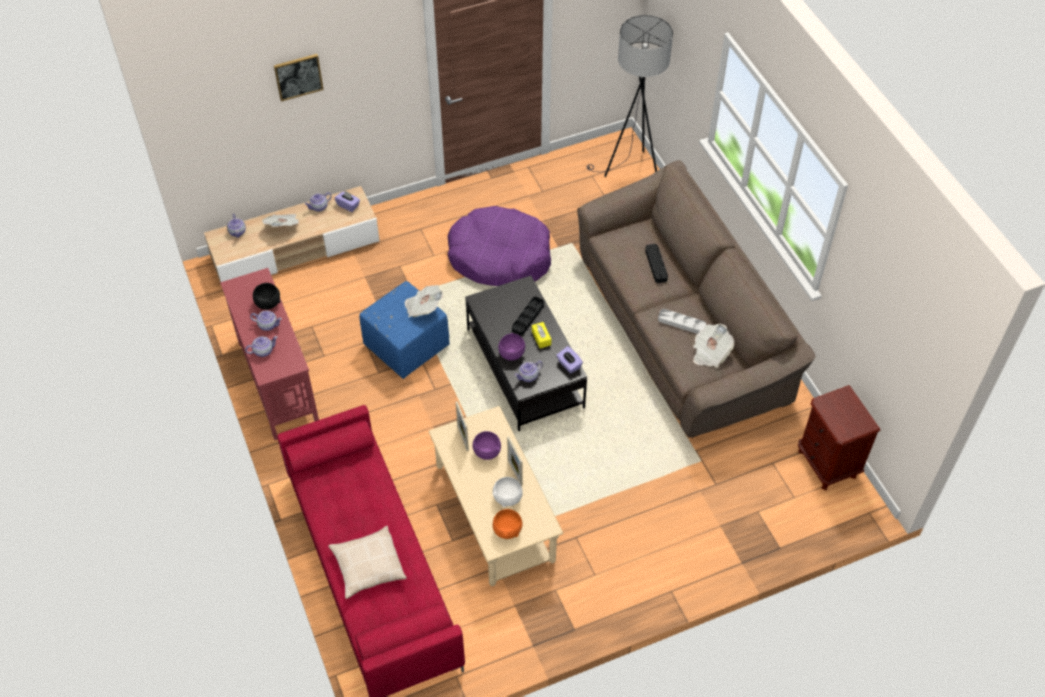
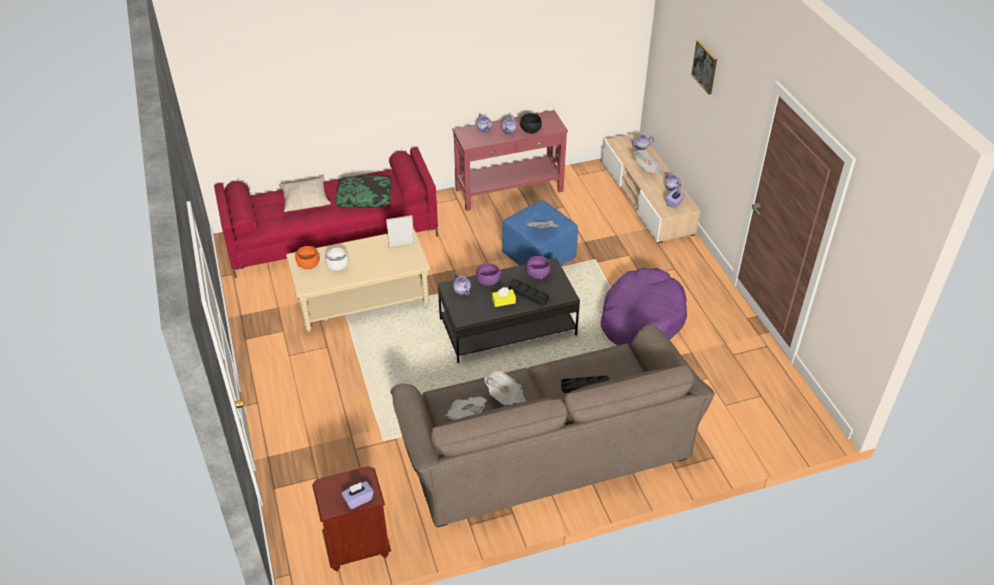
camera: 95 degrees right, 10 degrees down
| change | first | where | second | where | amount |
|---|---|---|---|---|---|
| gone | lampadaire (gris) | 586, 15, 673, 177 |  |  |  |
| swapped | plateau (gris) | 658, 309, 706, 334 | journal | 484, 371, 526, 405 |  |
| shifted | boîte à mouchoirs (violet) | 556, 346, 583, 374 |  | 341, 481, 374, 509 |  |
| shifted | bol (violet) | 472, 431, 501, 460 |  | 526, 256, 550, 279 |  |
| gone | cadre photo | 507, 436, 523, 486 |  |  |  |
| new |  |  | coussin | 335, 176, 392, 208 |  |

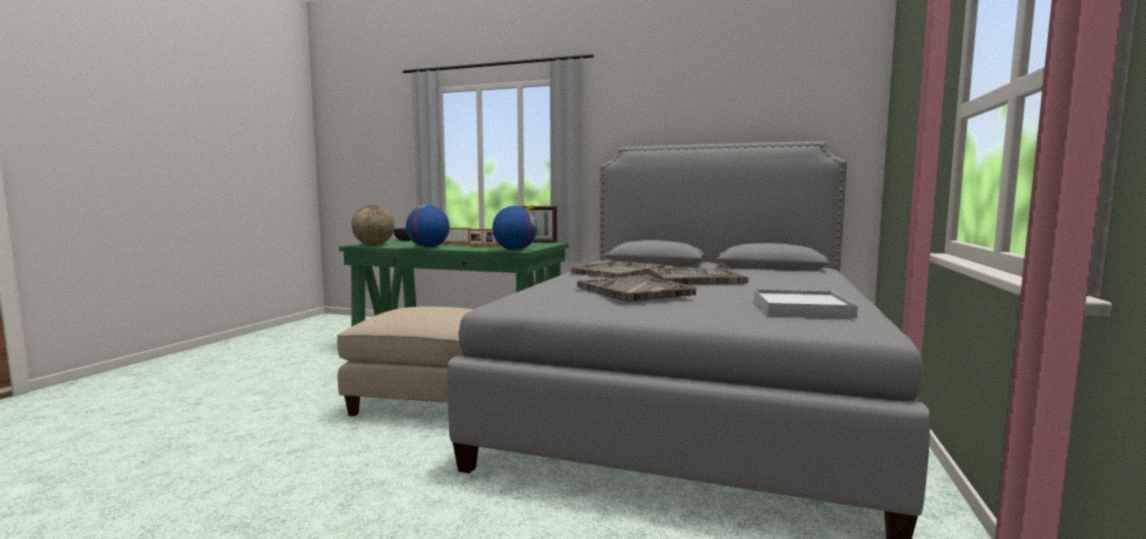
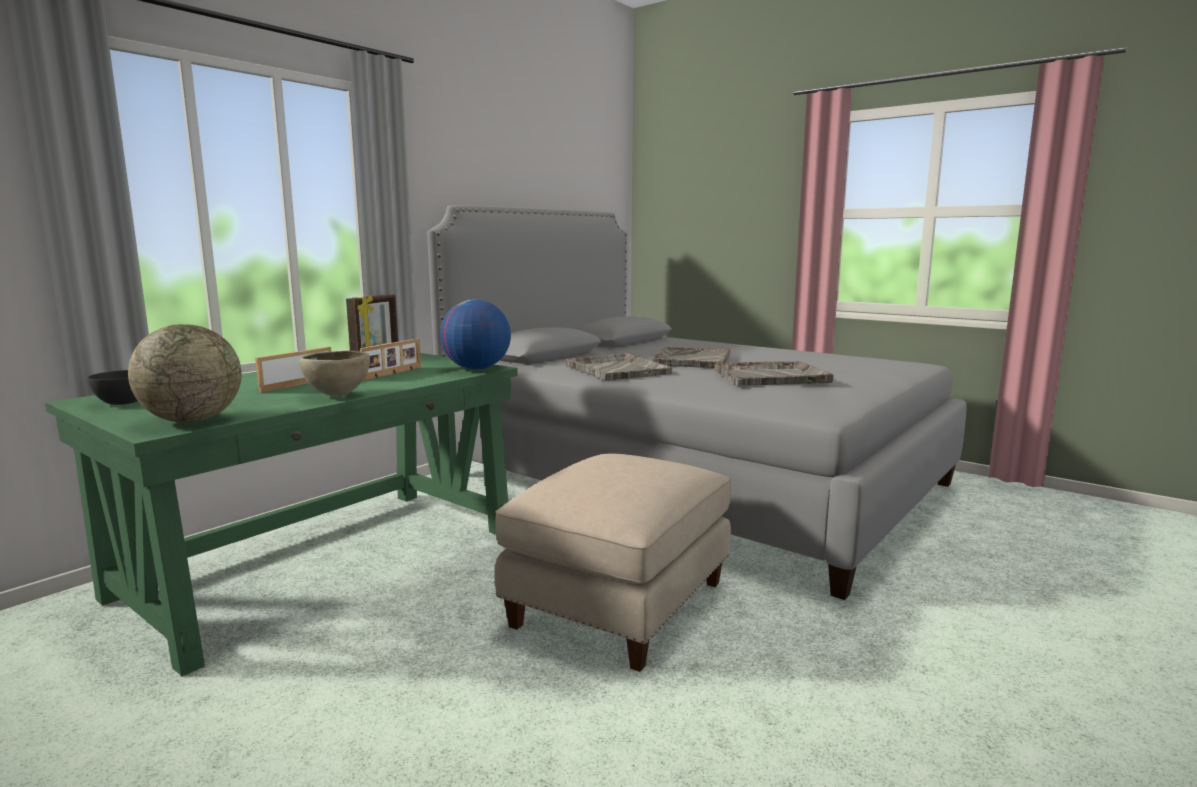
camera: 70 degrees left, 5 degrees up
| change | first | where | second | where | amount |
|---|---|---|---|---|---|
| swapped | globe | 406, 205, 450, 248 | bol (marron) | 299, 351, 370, 396 |  |
| gone | plateau (blanc) | 754, 289, 858, 318 |  |  |  |

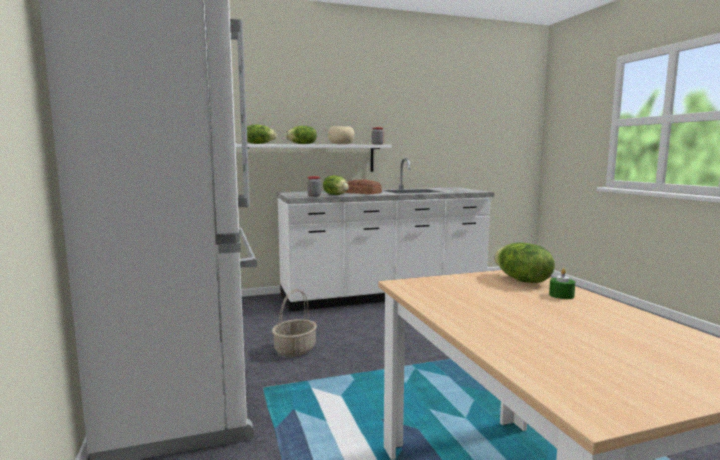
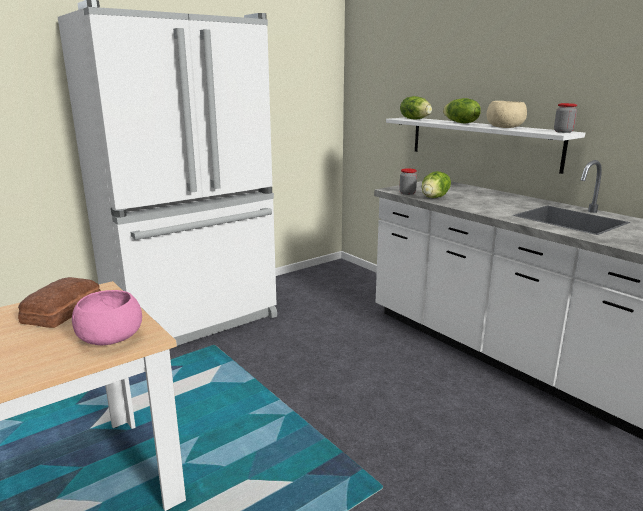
camera: 70 degrees right, 10 degrees up
| change | first | where | second | where | amount |
|---|---|---|---|---|---|
| shifted | pain | 345, 179, 382, 194 |  | 18, 277, 101, 328 |  |
| swapped | laitue | 494, 242, 555, 283 | bol (rose) | 72, 290, 142, 345 |  |
| gone | bougie (vert) | 549, 268, 575, 299 |  |  |  |
| gone | panier | 272, 289, 317, 357 |  |  |  |

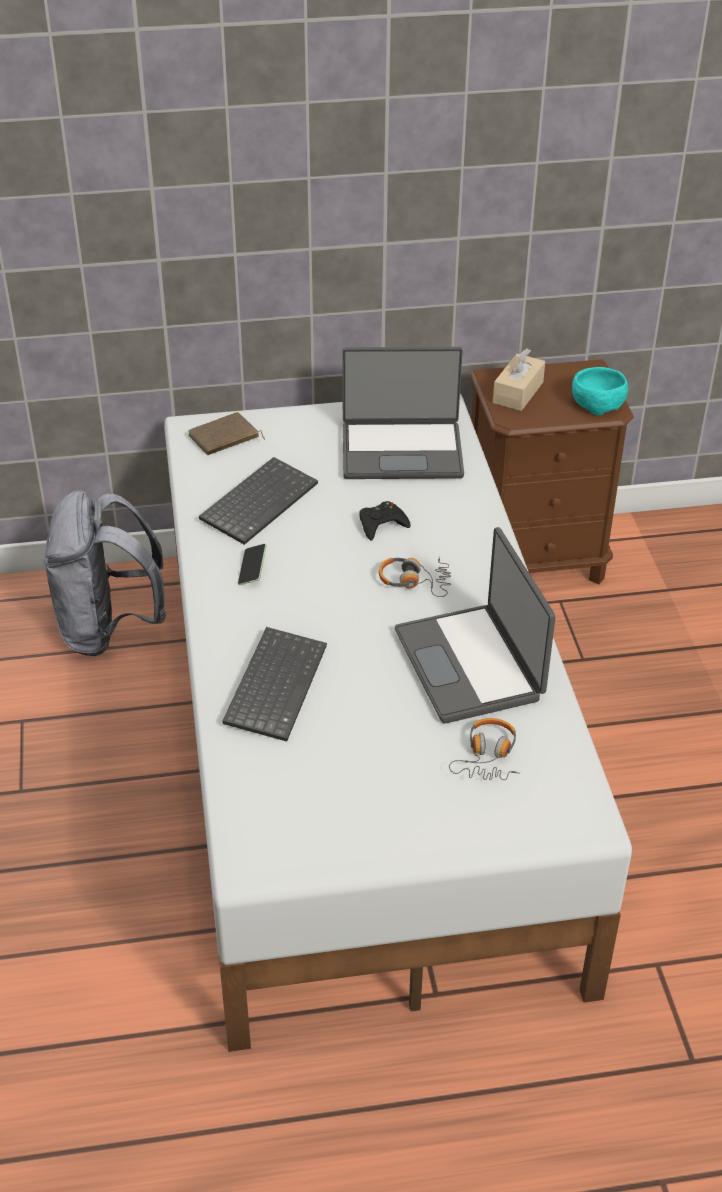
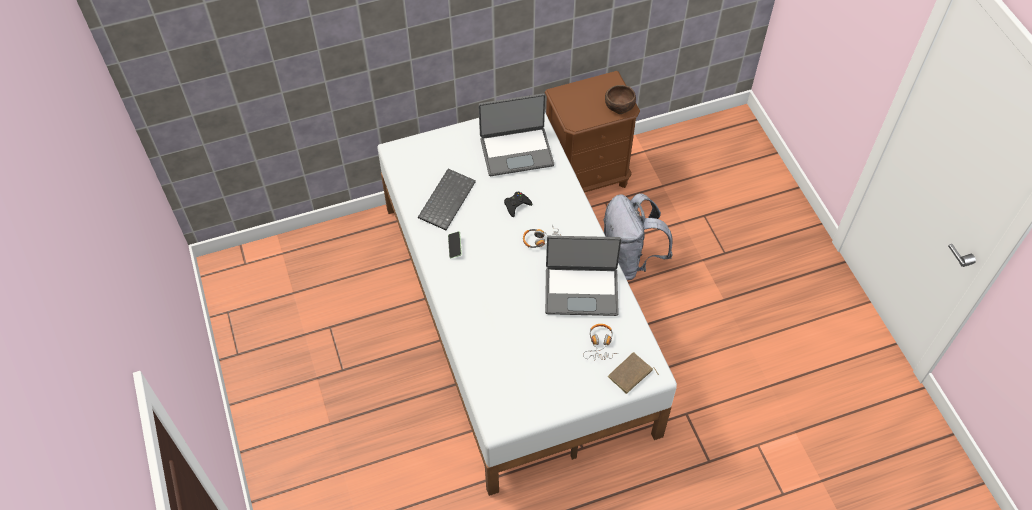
camera: 10 degrees left, 15 degrees up
| change | first | where | second | where | amount |
|---|---|---|---|---|---|
| gone | boîte à mouchoirs (beige) | 493, 348, 545, 411 |  |  |  |
| repainted | bol (turquoise) | 572, 367, 628, 415 | bol (marron) | 605, 85, 636, 114 |  |
| shifted | livre (marron) | 188, 412, 265, 455 |  | 608, 352, 659, 394 |  |
| shifted | sac à dos (gris) | 43, 490, 166, 656 |  | 604, 193, 673, 280 |  |
| rotated | ordinateur portable | 395, 527, 556, 724 |  | 545, 236, 621, 316 | 60 degrees counterclockwise |
| gone | clavier | 222, 627, 327, 742 |  |  |  |

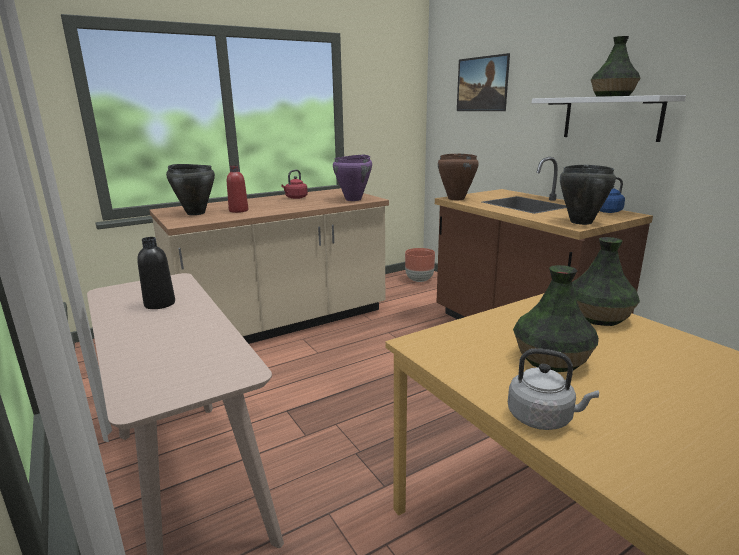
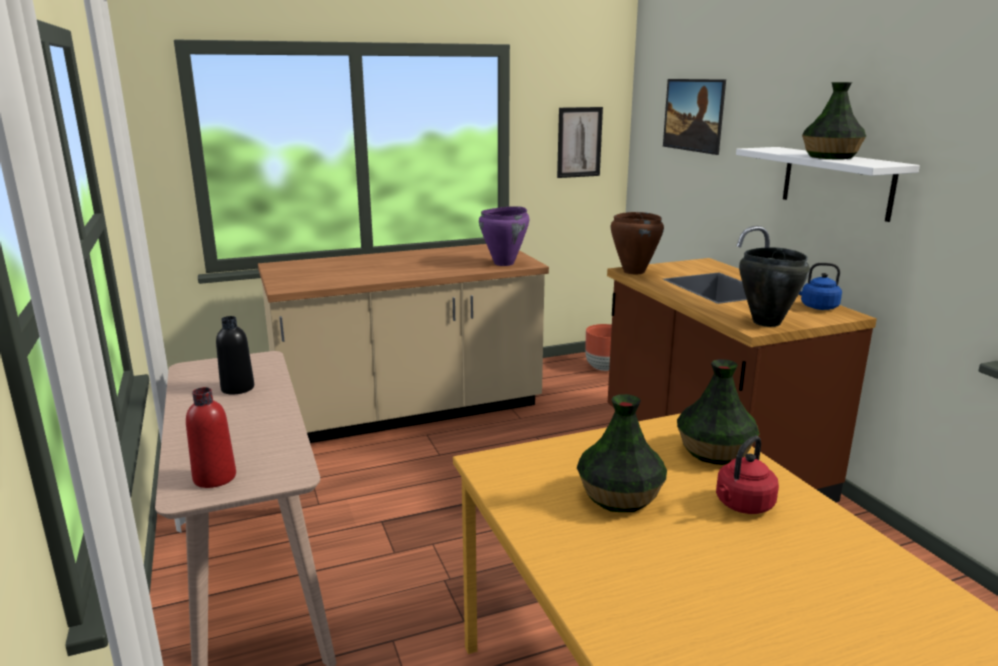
camera: 10 degrees right, 0 degrees up
| change | first | where | second | where | amount |
|---|---|---|---|---|---|
| gone | marmite (noir) | 166, 164, 215, 215 |  |  |  |
| shifted | bouteille (rouge) | 227, 165, 248, 213 |  | 186, 387, 236, 488 |  |
| shifted | bouilloire (rouge) | 281, 170, 308, 199 |  | 716, 436, 779, 514 |  |
| gone | bouilloire (gris) | 508, 348, 599, 430 |  |  |  |
| new |  |  | tableau | 557, 107, 603, 178 |  |

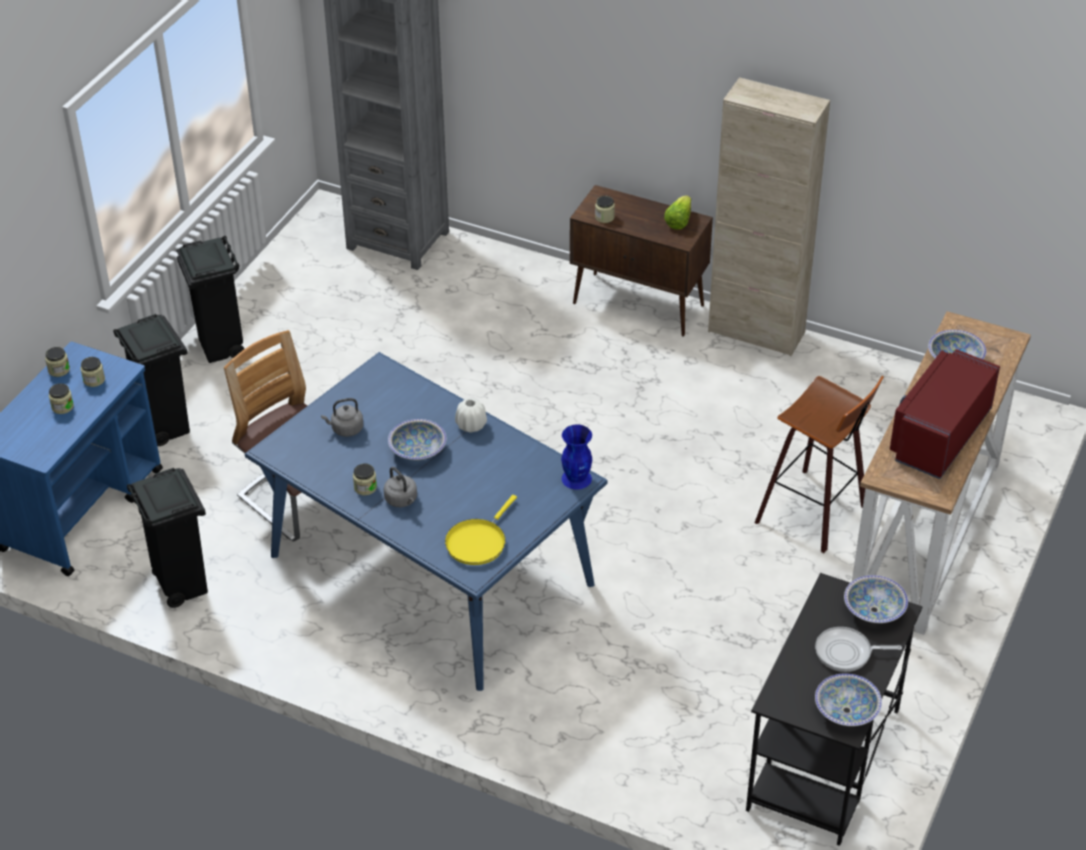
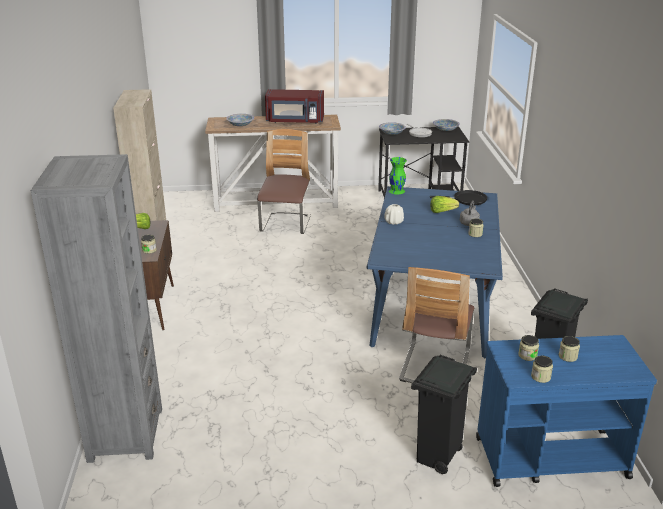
camera: 120 degrees left, 15 degrees down
| change | first | where | second | where | amount |
|---|---|---|---|---|---|
| gone | poubelle (noir) | 175, 236, 244, 363 |  |  |  |
| swapped | tabouret | 755, 376, 884, 553 | chaise | 257, 129, 311, 234 |  |
| gone | bouilloire (gris) | 321, 398, 363, 437 |  |  |  |
| gone | bol | 388, 419, 447, 461 |  |  |  |
| repainted | vase (bleu) | 561, 424, 592, 489 | vase (vert) | 389, 157, 407, 194 |  |
| repainted | poêle (jaune) | 445, 495, 517, 565 | poêle (noir) | 430, 190, 487, 205 |  |
| new |  |  | laitue | 430, 196, 459, 213 |  |

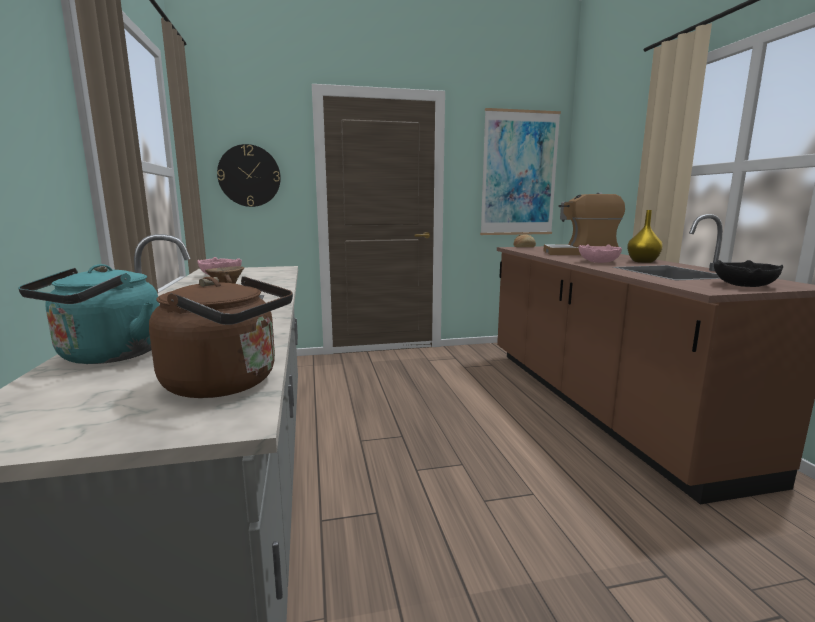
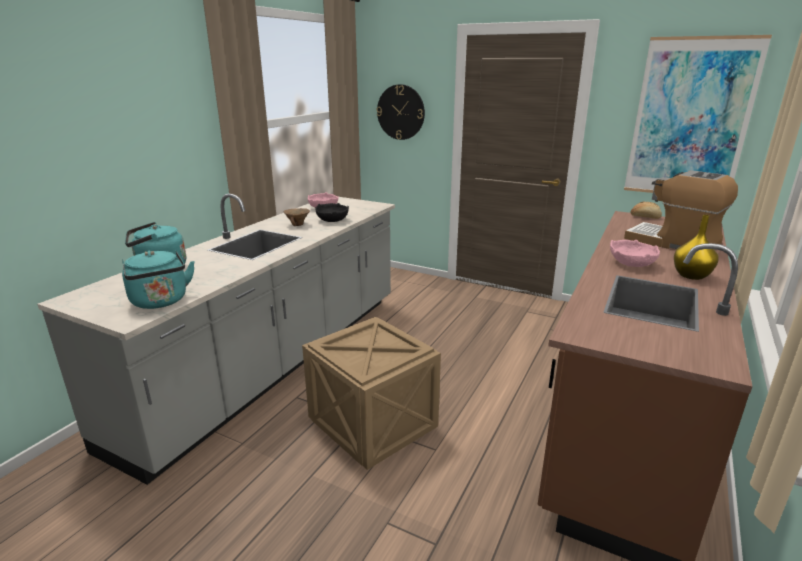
camera: 40 degrees right, 10 degrees up
| change | first | where | second | where | amount |
|---|---|---|---|---|---|
| shifted | bol (noir) | 714, 260, 783, 287 |  | 315, 203, 349, 222 |  |
| repainted | bouilloire (marron) | 149, 276, 293, 398 | bouilloire (turquoise) | 122, 250, 195, 309 |  |
| new |  |  | caisse | 302, 317, 441, 470 |  |

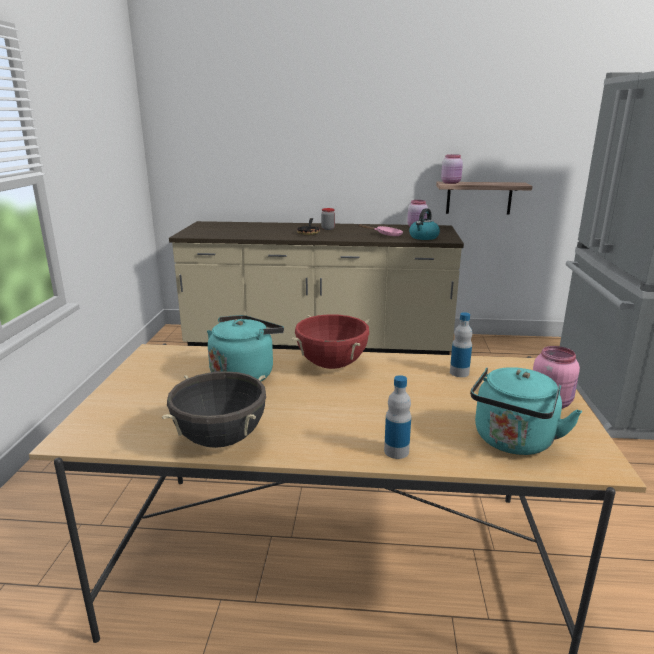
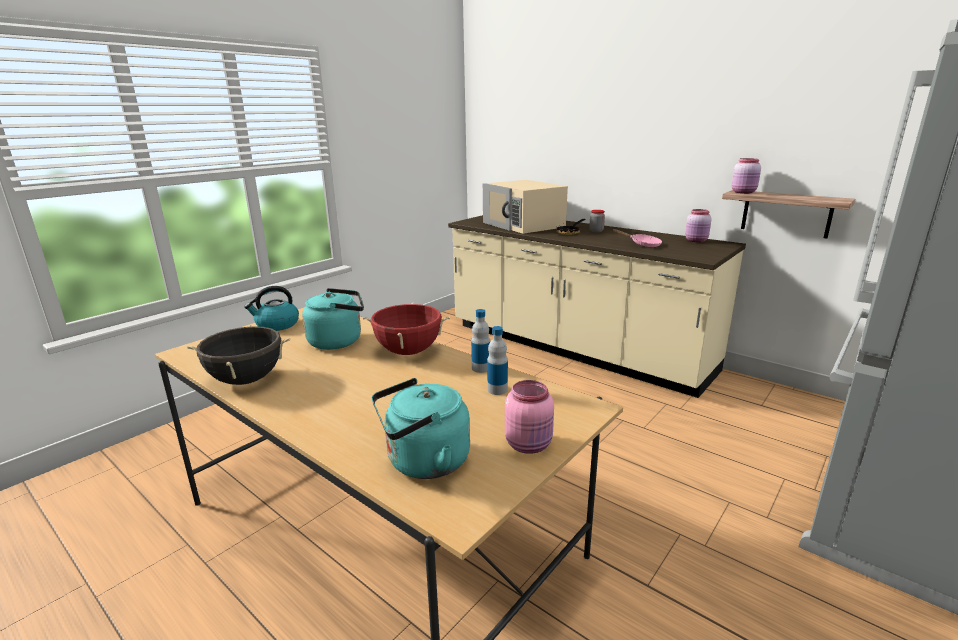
camera: 35 degrees right, 0 degrees up
| change | first | where | second | where | amount |
|---|---|---|---|---|---|
| shifted | bouilloire | 409, 208, 440, 240 |  | 244, 286, 299, 331 |  |
| shifted | bouteille | 384, 375, 411, 459 |  | 471, 309, 490, 373 |  |
| new |  |  | micro-ondes (beige) | 483, 180, 568, 234 |  |

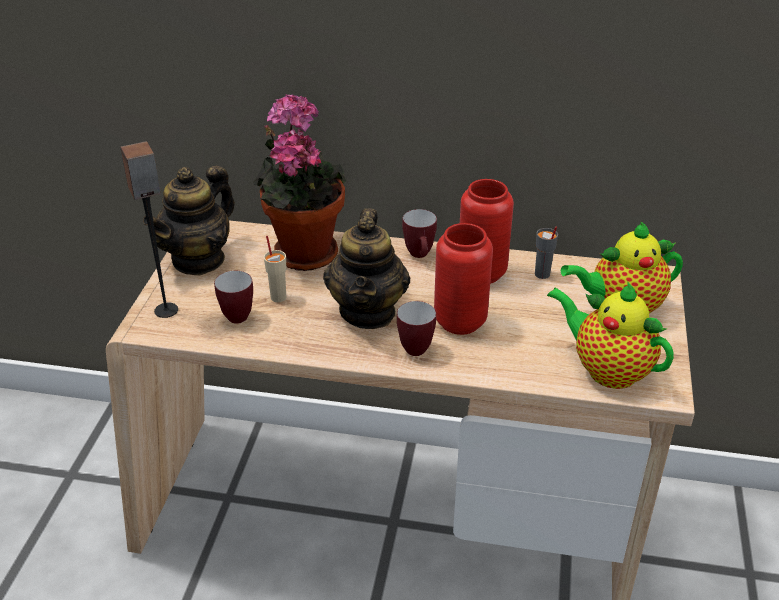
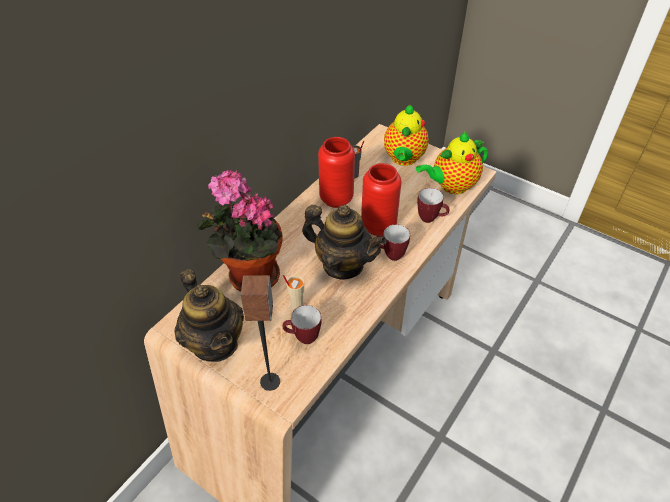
camera: 65 degrees left, 10 degrees up
| change | first | where | second | where | amount |
|---|---|---|---|---|---|
| shifted | mug | 402, 209, 437, 258 |  | 417, 188, 449, 223 |  |

